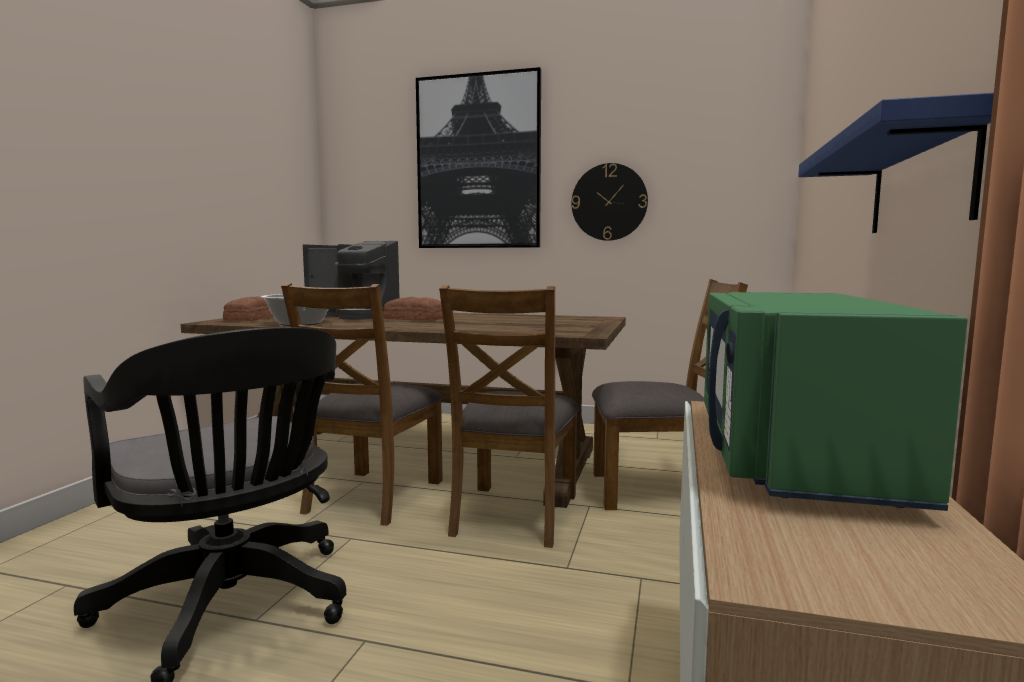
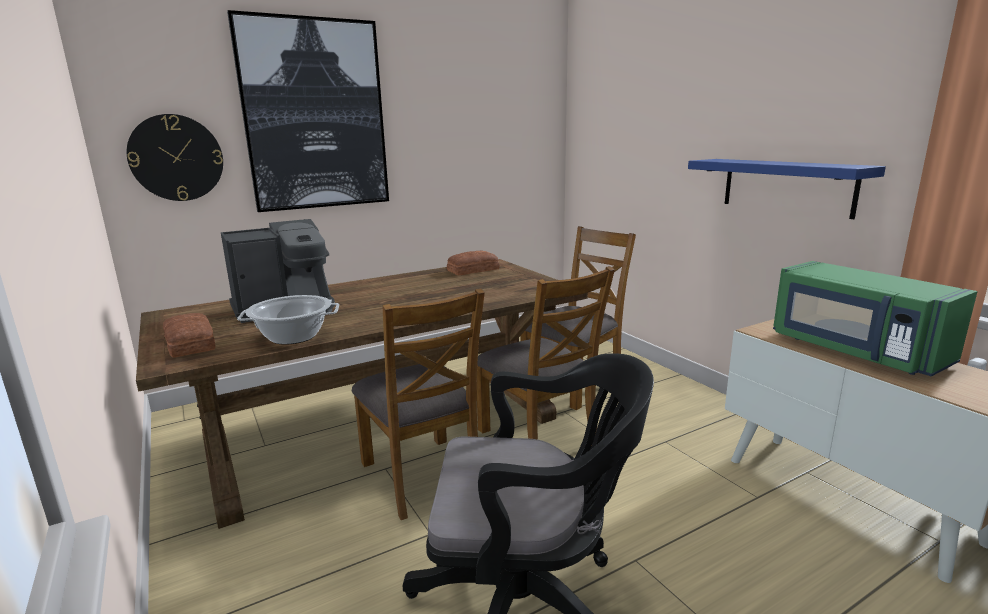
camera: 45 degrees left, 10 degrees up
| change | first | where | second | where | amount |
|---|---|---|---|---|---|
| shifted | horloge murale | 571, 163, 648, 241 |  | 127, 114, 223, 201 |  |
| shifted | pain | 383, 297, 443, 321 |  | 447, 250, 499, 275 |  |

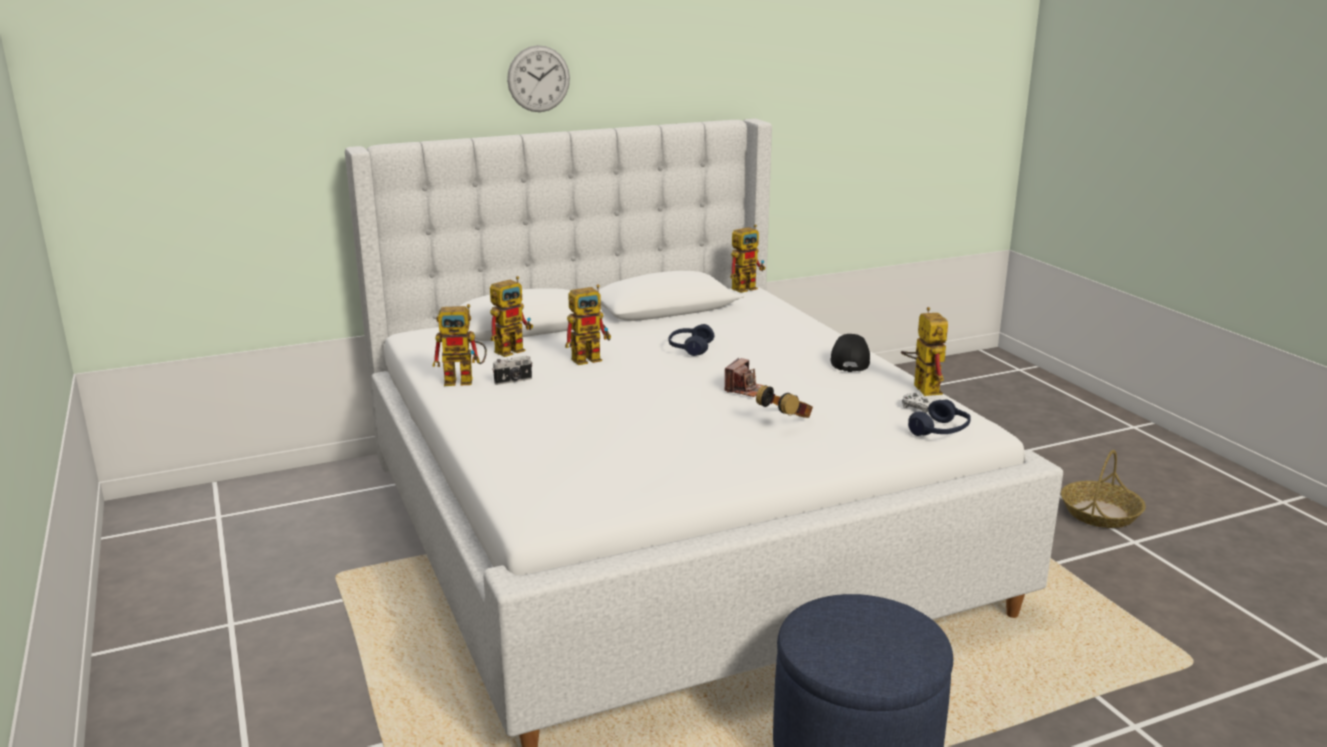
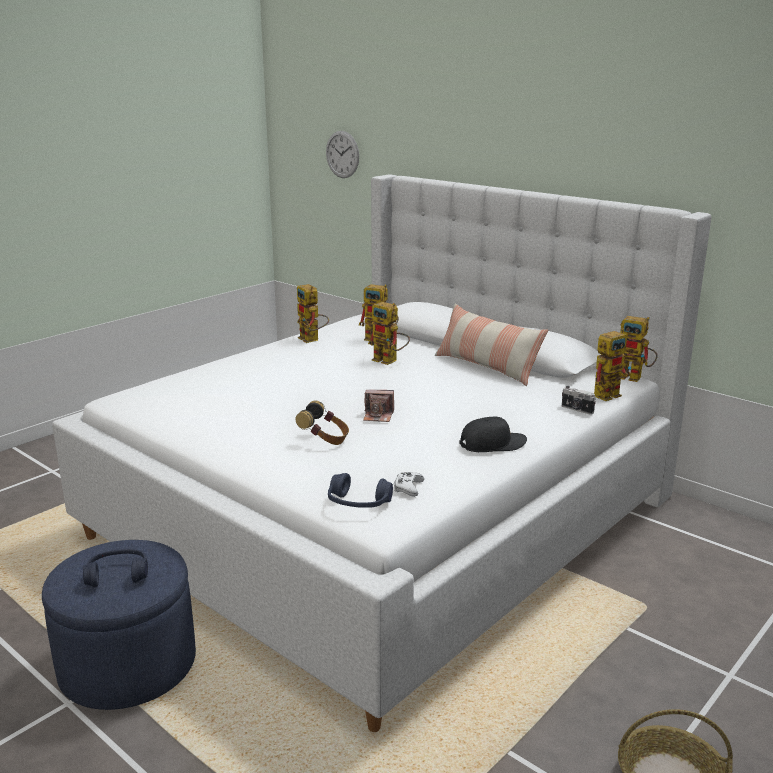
camera: 65 degrees right, 0 degrees up
| change | first | where | second | where | amount |
|---|---|---|---|---|---|
| shifted | horloge murale | 507, 45, 570, 112 |  | 326, 131, 359, 178 |  |
| shifted | robot jouet | 901, 307, 948, 396 |  | 594, 328, 631, 401 |  |
| shifted | casque audio (bleu) | 668, 324, 714, 356 |  | 83, 549, 148, 587 |  |
| shifted | appareil photo | 492, 356, 532, 385 |  | 562, 386, 596, 415 |  |
| new |  |  | coussin | 435, 304, 548, 386 |  |

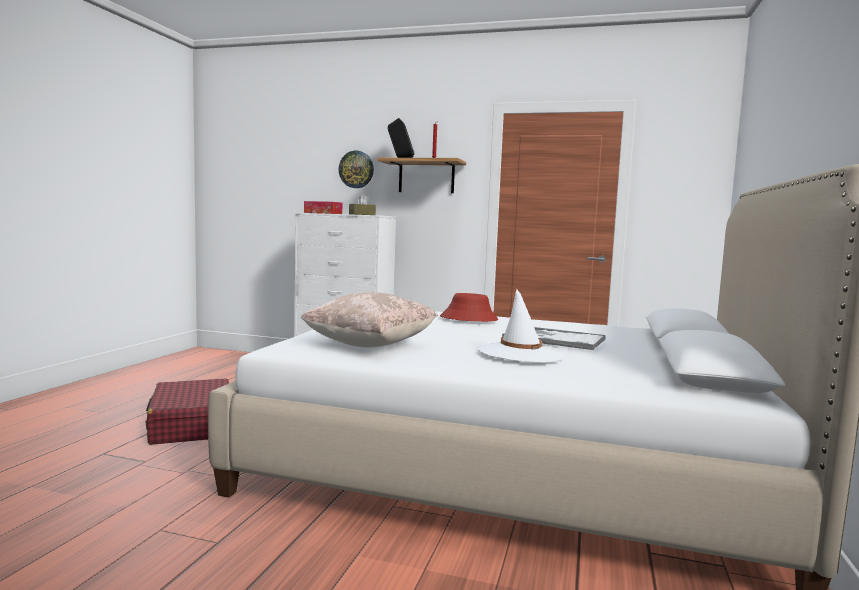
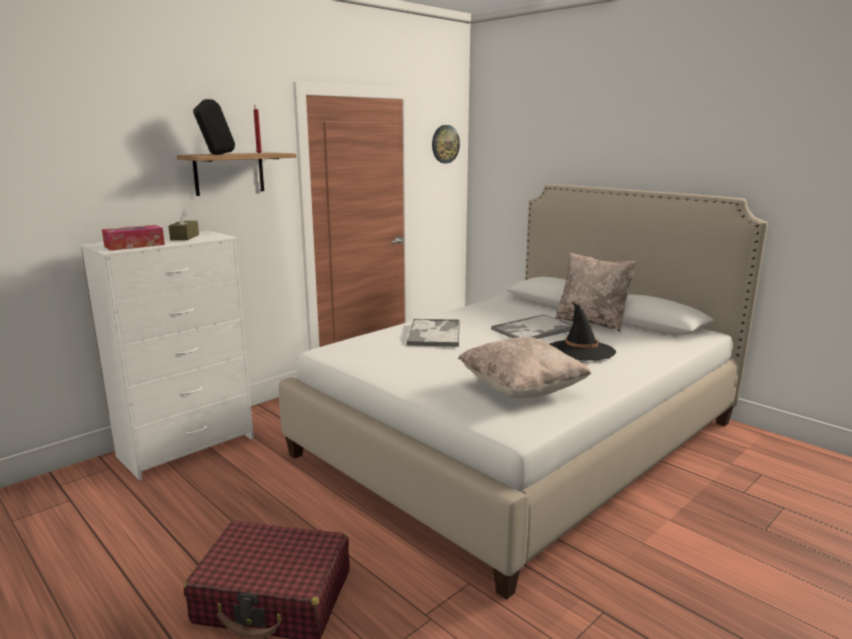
camera: 60 degrees left, 10 degrees up
| change | first | where | second | where | amount |
|---|---|---|---|---|---|
| shifted | horloge murale | 339, 151, 374, 188 |  | 432, 125, 460, 163 |  |
| repainted | chapeau (blanc) | 478, 289, 564, 363 | chapeau (noir) | 550, 302, 616, 361 |  |
| swapped | chapeau (rouge) | 440, 293, 498, 322 | plateau | 406, 319, 460, 347 |  |
| new |  |  | coussin (beige) | 555, 252, 636, 332 |  |

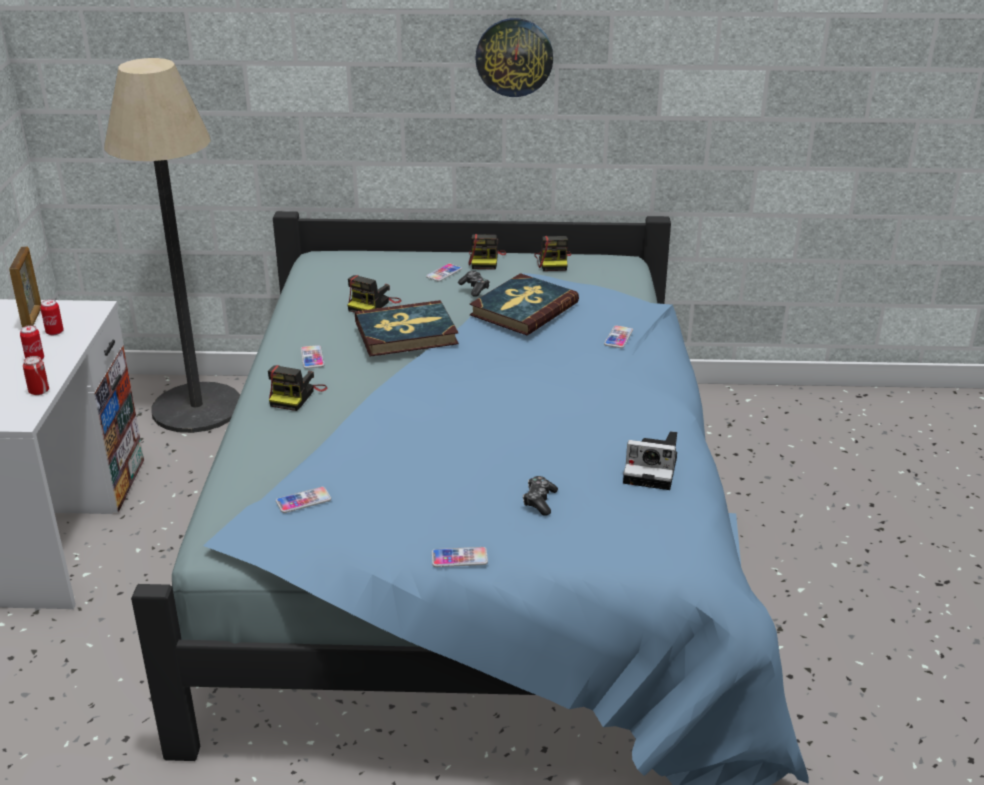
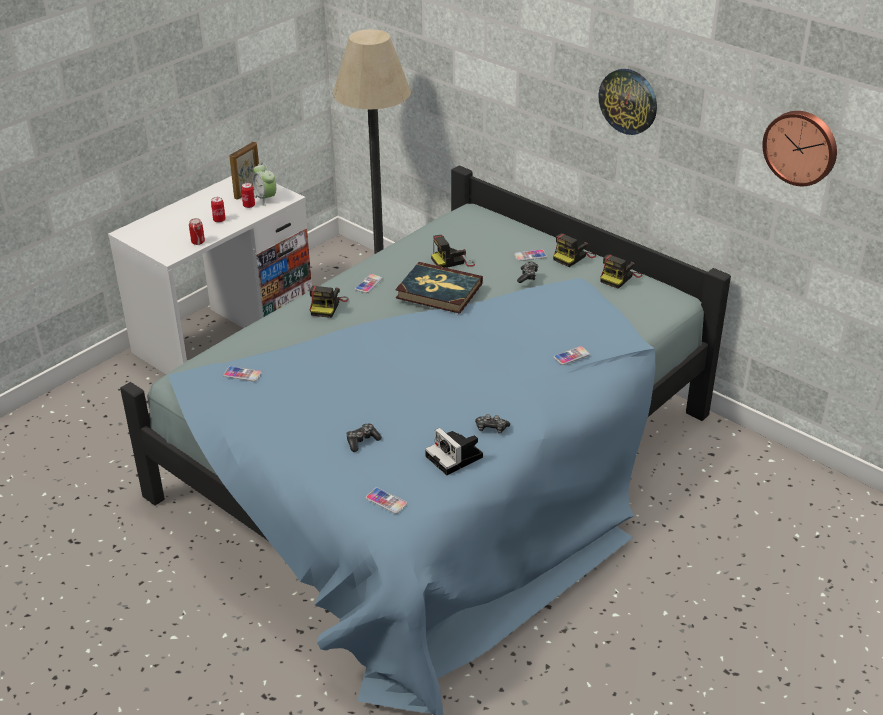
camera: 40 degrees right, 5 degrees up
| change | first | where | second | where | amount |
|---|---|---|---|---|---|
| gone | livre | 470, 273, 579, 335 |  |  |  |
| rotated | appareil photo | 268, 365, 327, 411 |  | 309, 286, 349, 318 | 45 degrees counterclockwise |
| shifted | téléphone | 432, 547, 488, 567 |  | 366, 488, 407, 514 |  |
| new |  |  | horloge murale | 762, 111, 837, 186 |  |
| new |  |  | réveil | 253, 163, 276, 206 |  |
| new |  |  | manette | 475, 414, 510, 434 |  |

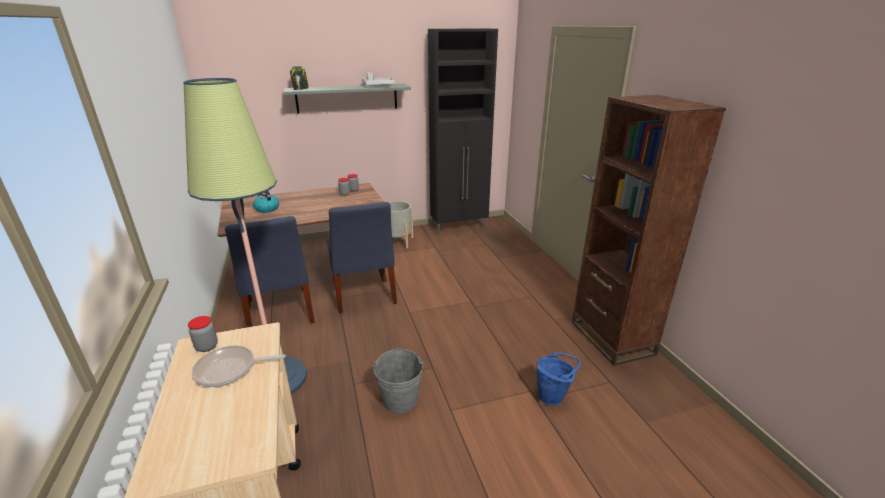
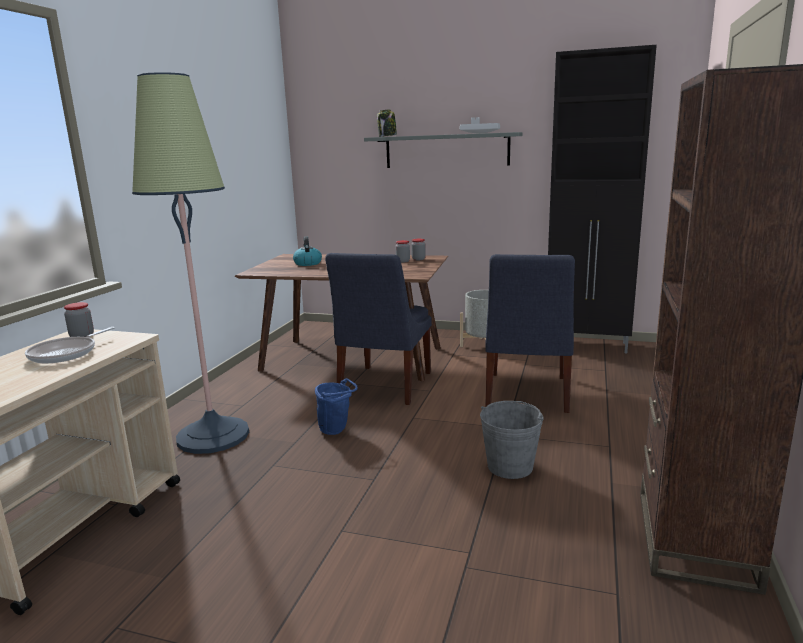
camera: 35 degrees right, 10 degrees down
| change | first | where | second | where | amount |
|---|---|---|---|---|---|
| shifted | chaise (bleu) | 225, 216, 315, 327 |  | 485, 254, 575, 413 |  |
| rotated | poêle | 192, 345, 286, 387 |  | 25, 327, 115, 364 | 90 degrees counterclockwise |
| shifted | seau (gris) | 373, 348, 424, 413 |  | 480, 401, 543, 479 |  |
| shifted | seau (bleu) | 537, 352, 581, 406 |  | 315, 378, 358, 435 |  |

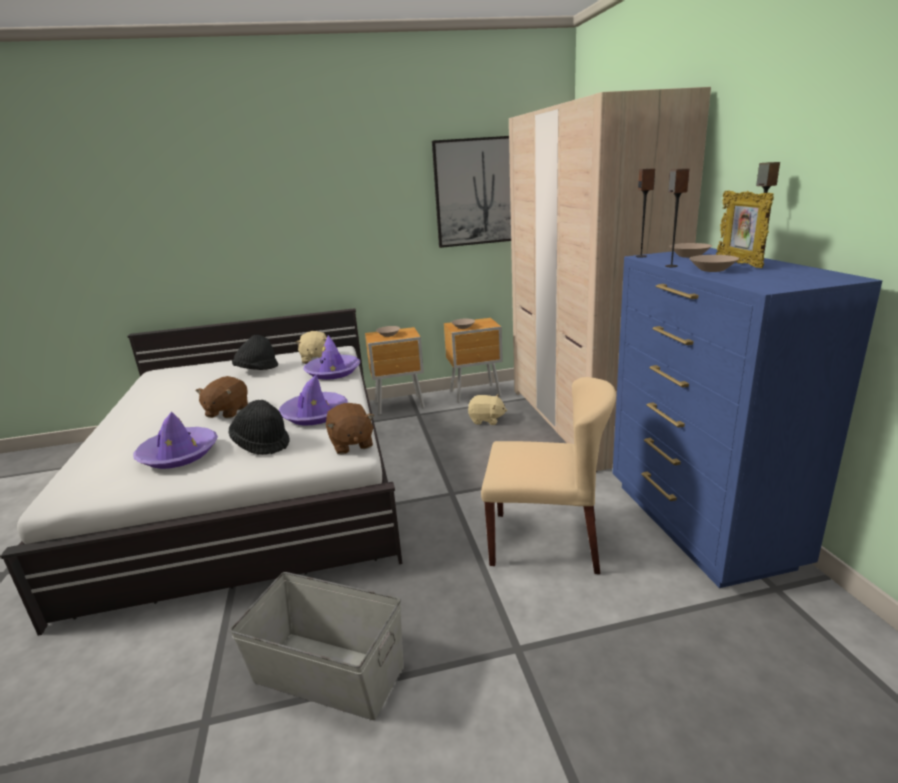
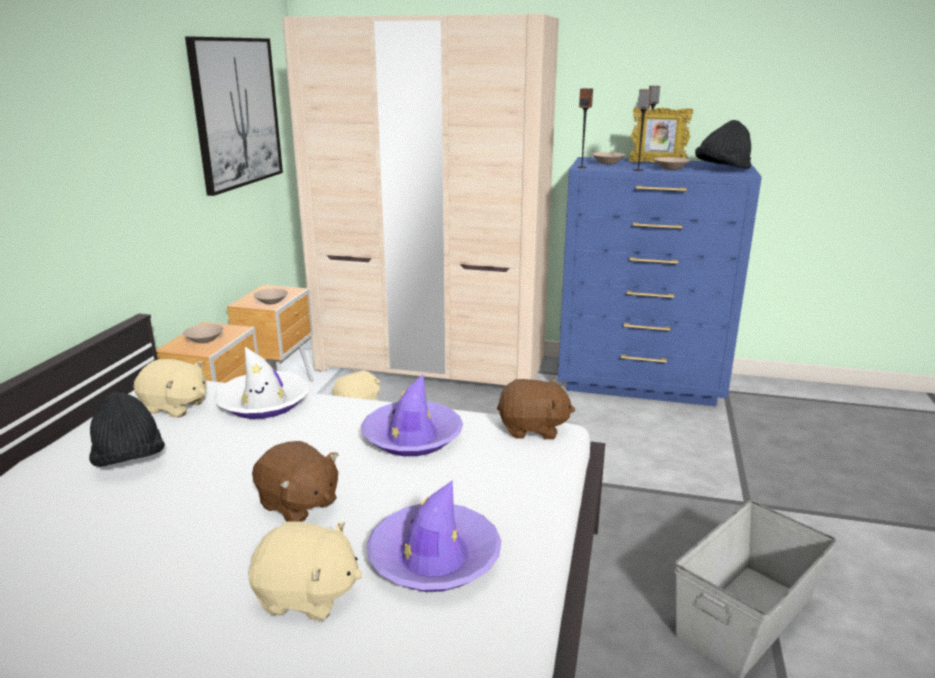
camera: 65 degrees left, 0 degrees up
| change | first | where | second | where | amount |
|---|---|---|---|---|---|
| repainted | chapeau (violet) | 303, 335, 360, 380 | chapeau (blanc) | 214, 347, 309, 419 |  |
| gone | chaise (beige) | 481, 377, 616, 574 |  |  |  |
| shifted | chapeau (noir) | 228, 400, 289, 455 |  | 695, 120, 751, 169 |  |
| new |  |  | peluche (beige) | 248, 521, 362, 621 |  |

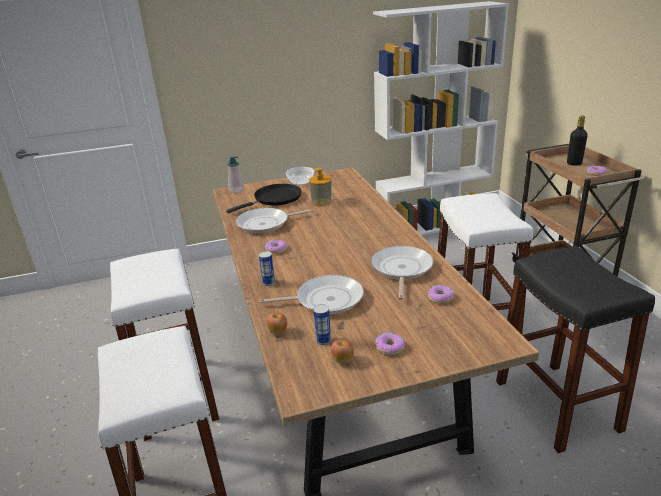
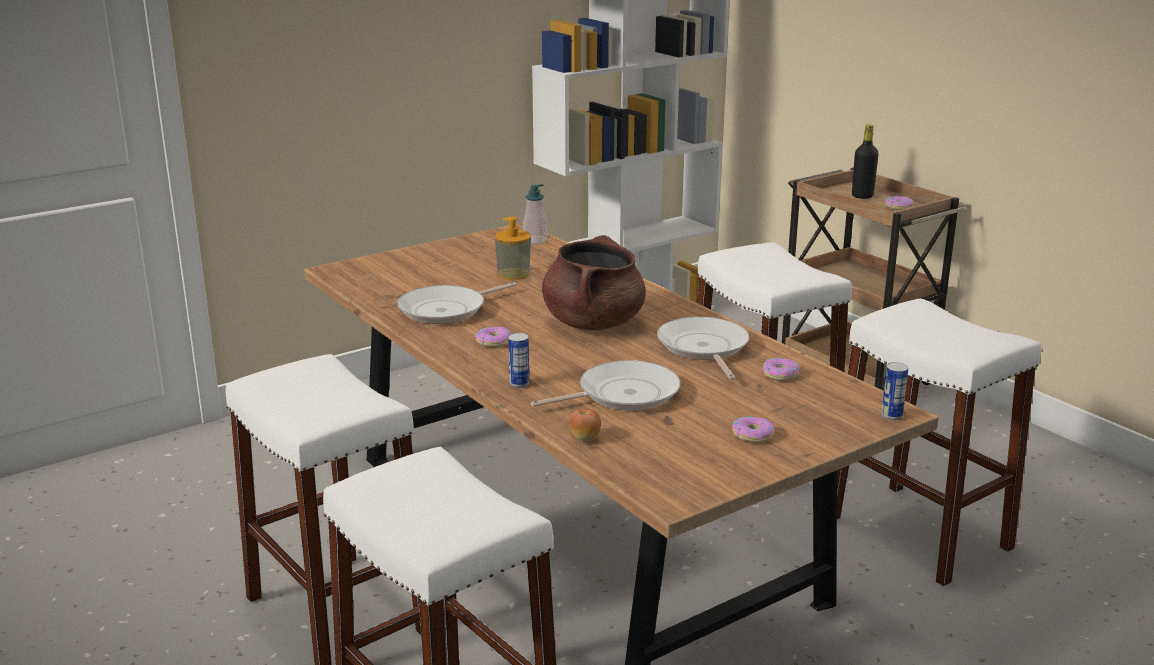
camera: 20 degrees left, 5 degrees down
| change | first | where | second | where | amount |
|---|---|---|---|---|---|
| shifted | distributeur de savon | 227, 156, 244, 193 |  | 523, 184, 547, 244 |  |
| gone | bol | 286, 167, 314, 185 |  |  |  |
| gone | poêle (noir) | 226, 184, 302, 213 |  |  |  |
| repainted | tabouret (noir) | 496, 247, 655, 453 | tabouret (blanc) | 837, 299, 1041, 586 |  |
| shifted | boîte métallique | 314, 304, 331, 345 |  | 881, 362, 909, 420 |  |
| gone | pomme | 331, 339, 354, 364 |  |  |  |
| new |  |  | marmite (marron) | 542, 235, 646, 330 |  |

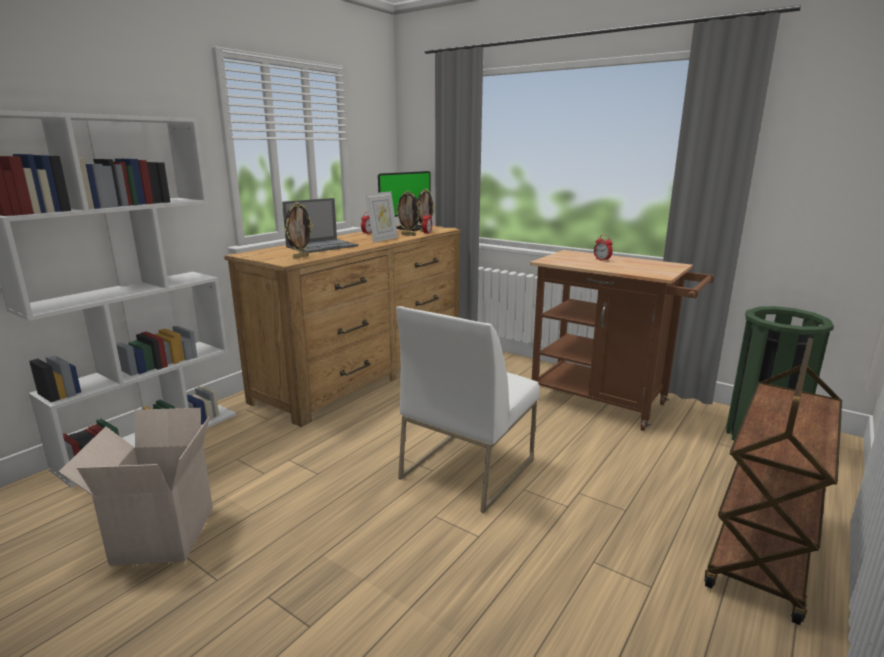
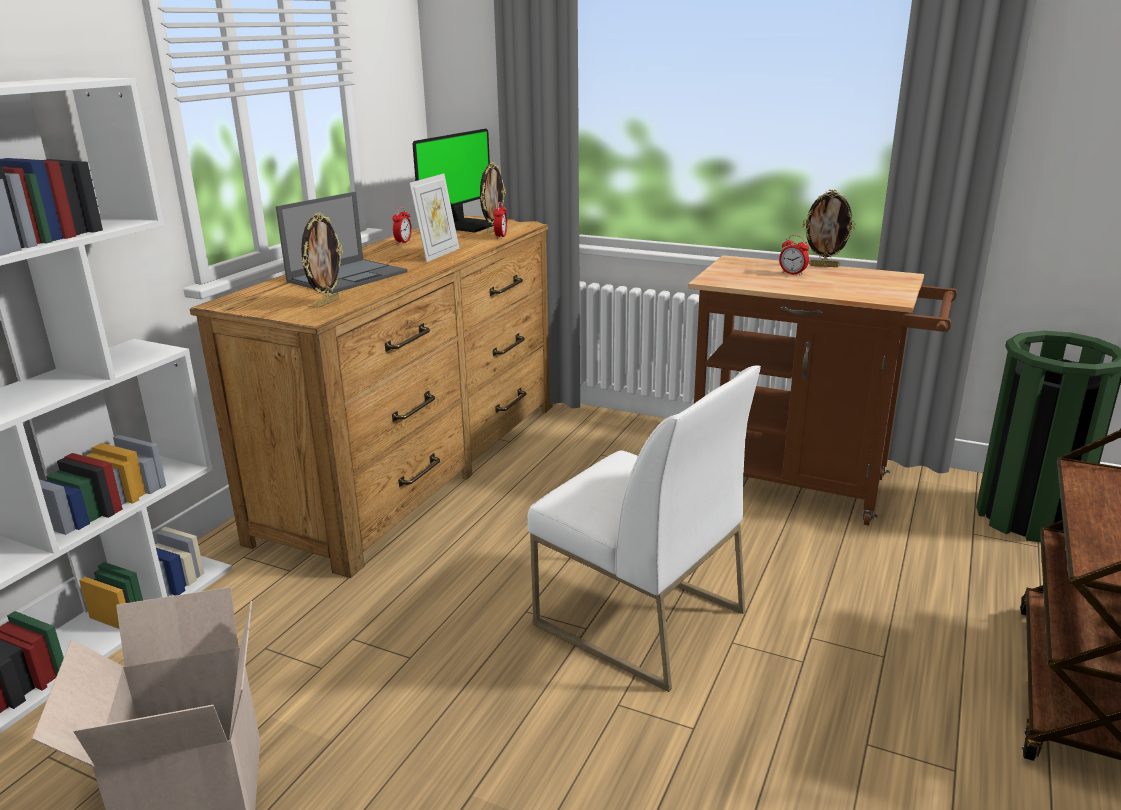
camera: 10 degrees left, 5 degrees up
| change | first | where | second | where | amount |
|---|---|---|---|---|---|
| shifted | cadre photo | 395, 191, 421, 236 |  | 803, 189, 855, 267 |  |
| rotated | chaise (blanc) | 396, 306, 540, 513 |  | 527, 365, 761, 692 | 75 degrees counterclockwise |

